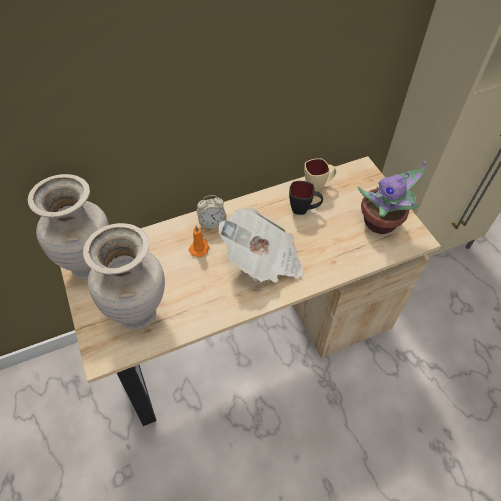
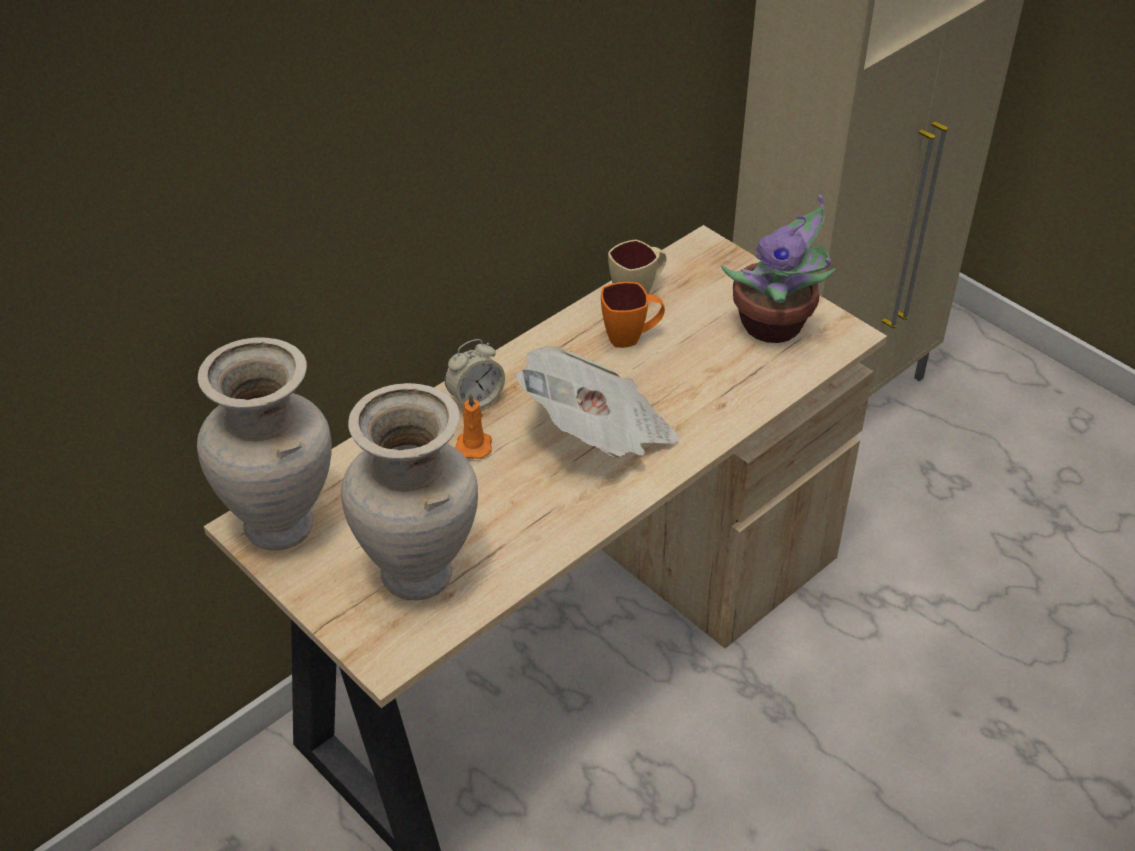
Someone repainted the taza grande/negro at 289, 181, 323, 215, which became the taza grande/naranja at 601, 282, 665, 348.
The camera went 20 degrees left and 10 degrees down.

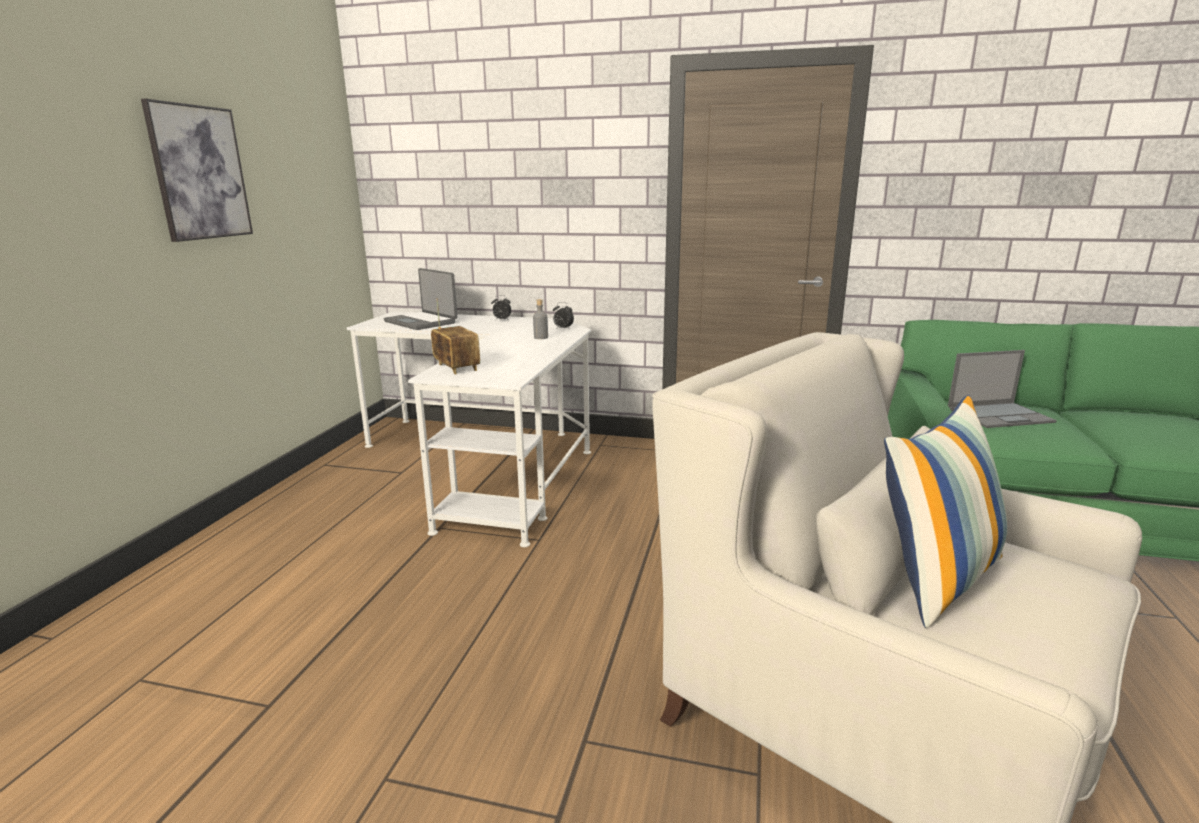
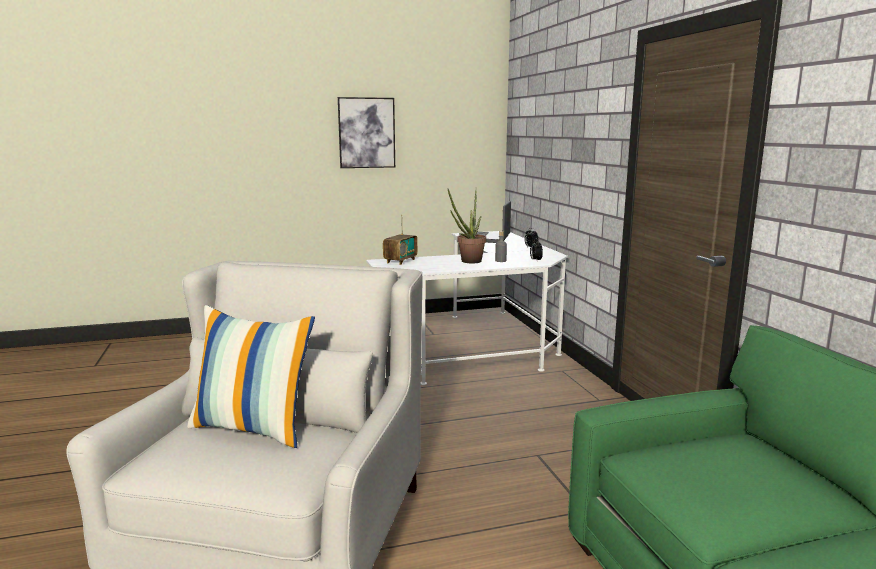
Someone took away the portátil at 948, 350, 1057, 428.
Someone put down the planta en maceta at 448, 189, 486, 263.
The camera went 60 degrees right and 5 degrees down.

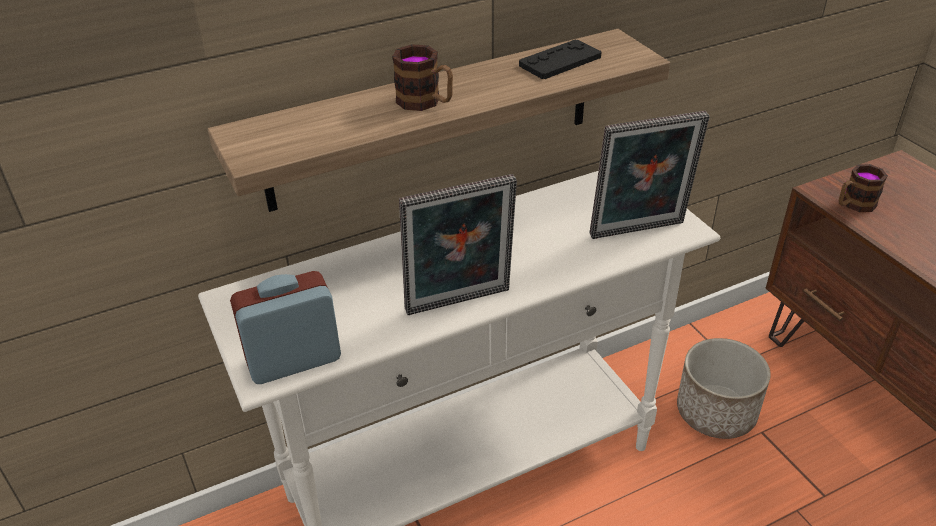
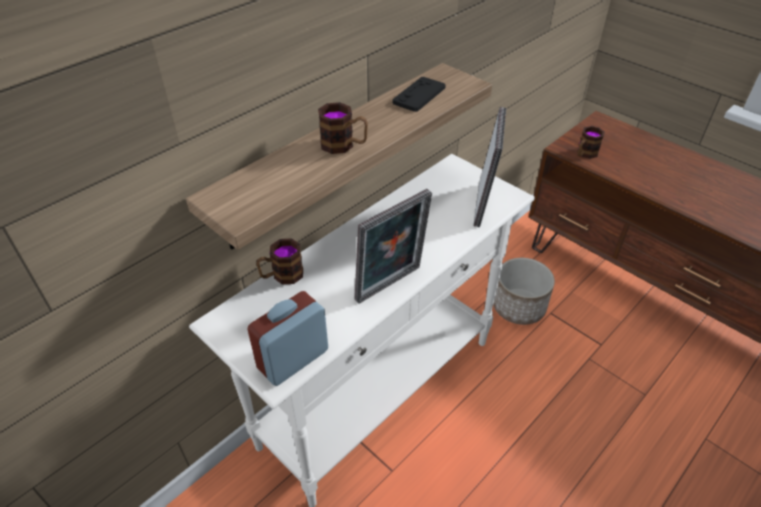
Someone rotated the portarretratos at 590, 111, 710, 239 by 45 degrees counterclockwise.
Someone put down the taza grande at 256, 238, 303, 284.
The camera went 20 degrees left and 5 degrees up.

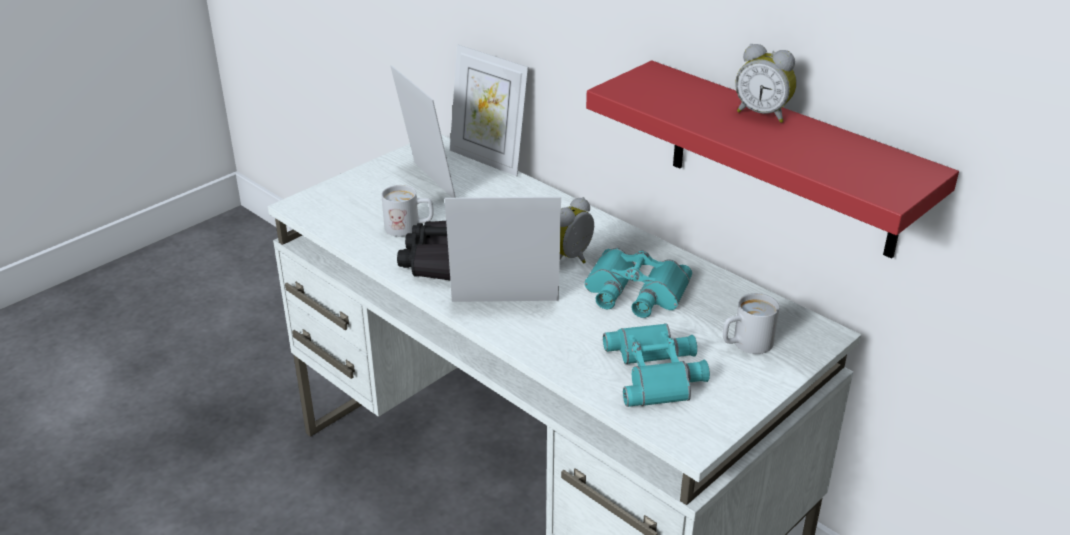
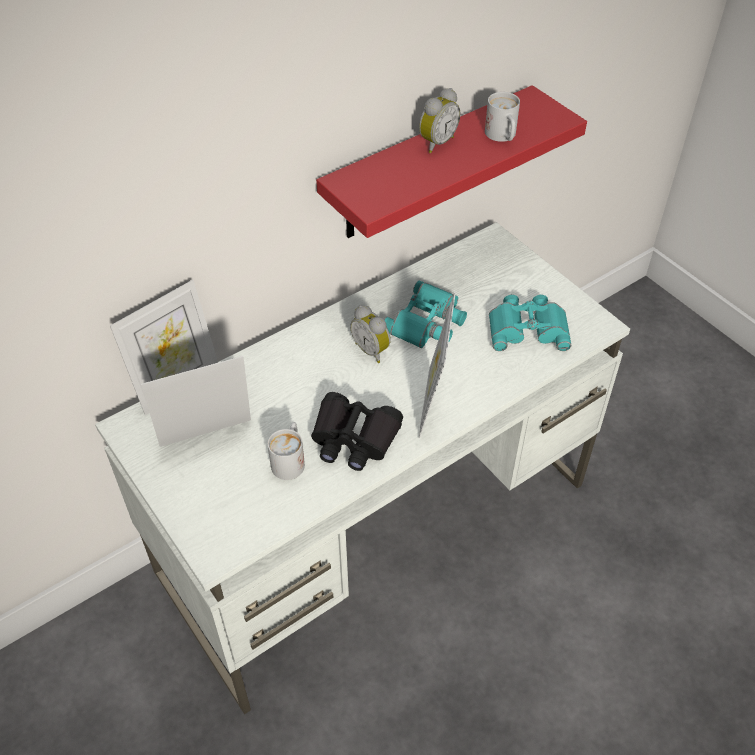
Someone carried the taza grande/blanco from 723, 293, 780, 354 to 485, 92, 520, 142.
The camera went 80 degrees left and 15 degrees up.

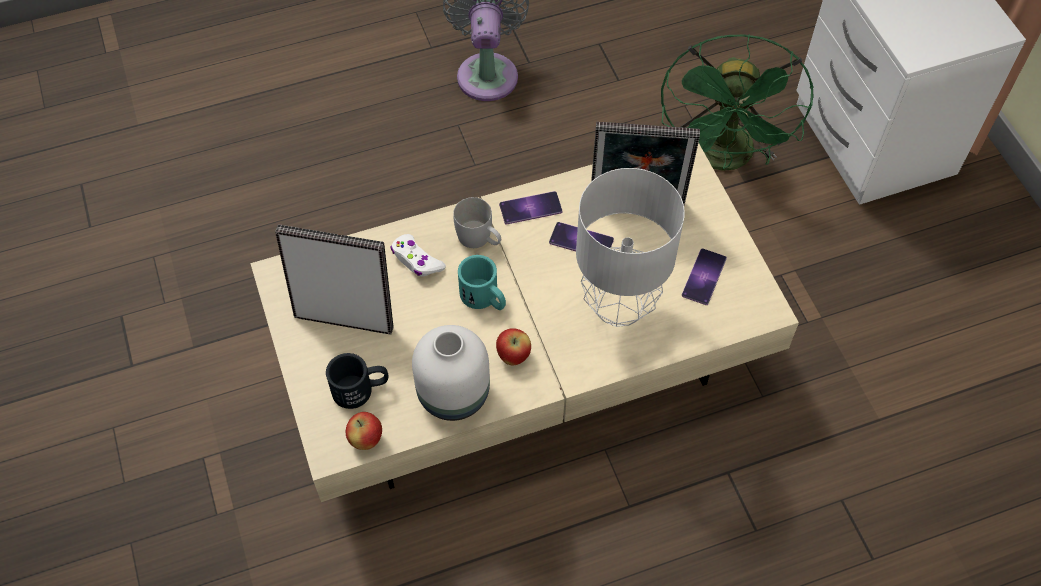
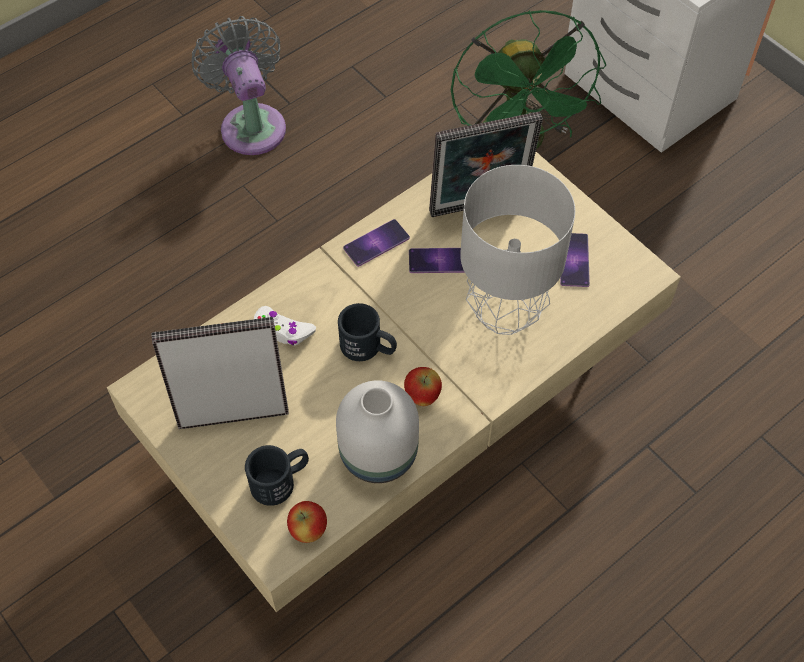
Someone took away the taza grande/blanco at 453, 197, 501, 248.
Someone repainted the taza grande/turquesa at 458, 255, 506, 310, which became the taza grande/negro at 338, 303, 397, 361.
The camera went 20 degrees left and 0 degrees up.

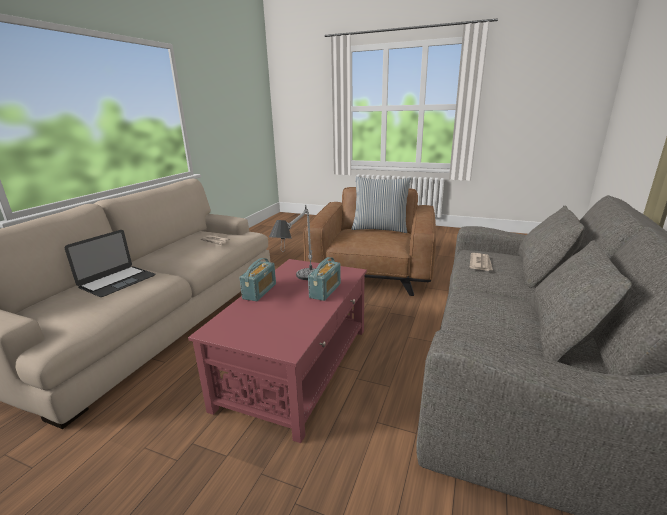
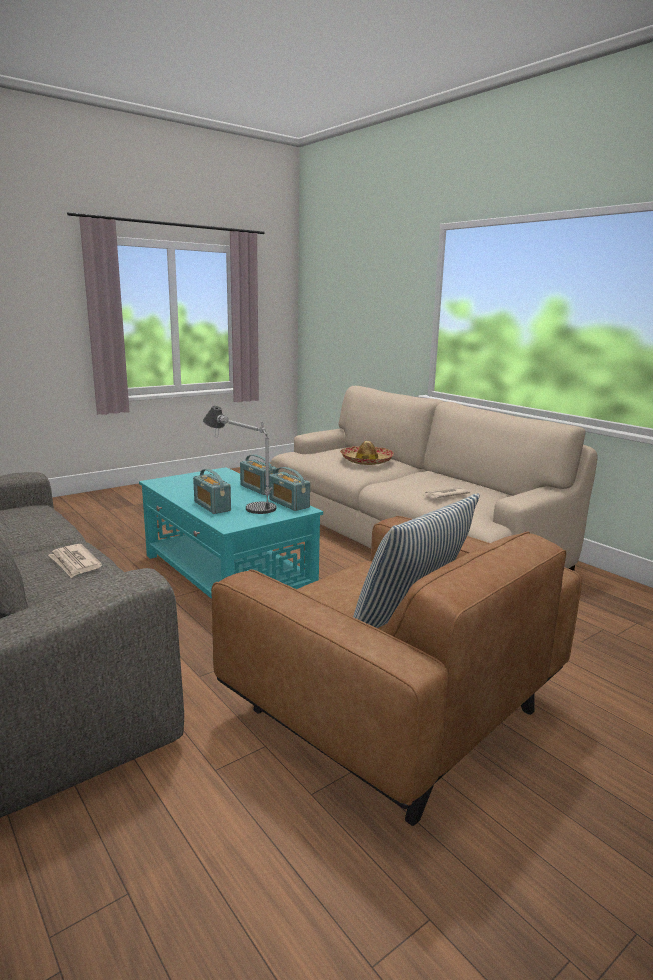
Someone swapped the portátil at 65, 230, 155, 297 for the sombrero at 340, 441, 394, 465.
Someone repainted the mesa de centro/rojo at 188, 259, 367, 443, which became the mesa de centro/turquesa at 139, 467, 323, 599.
Someone put down the radio at 269, 467, 310, 511.
The camera went 120 degrees right and 5 degrees down.

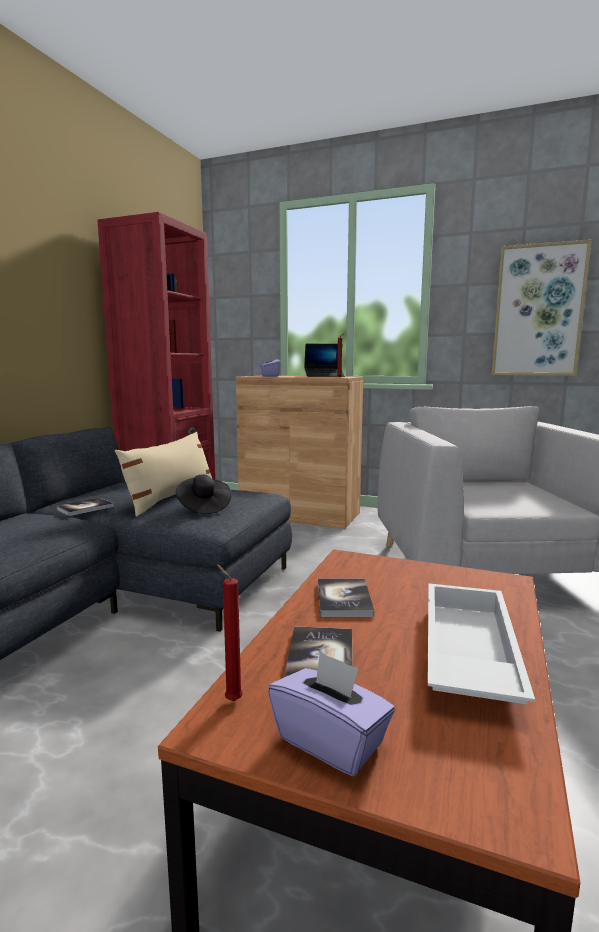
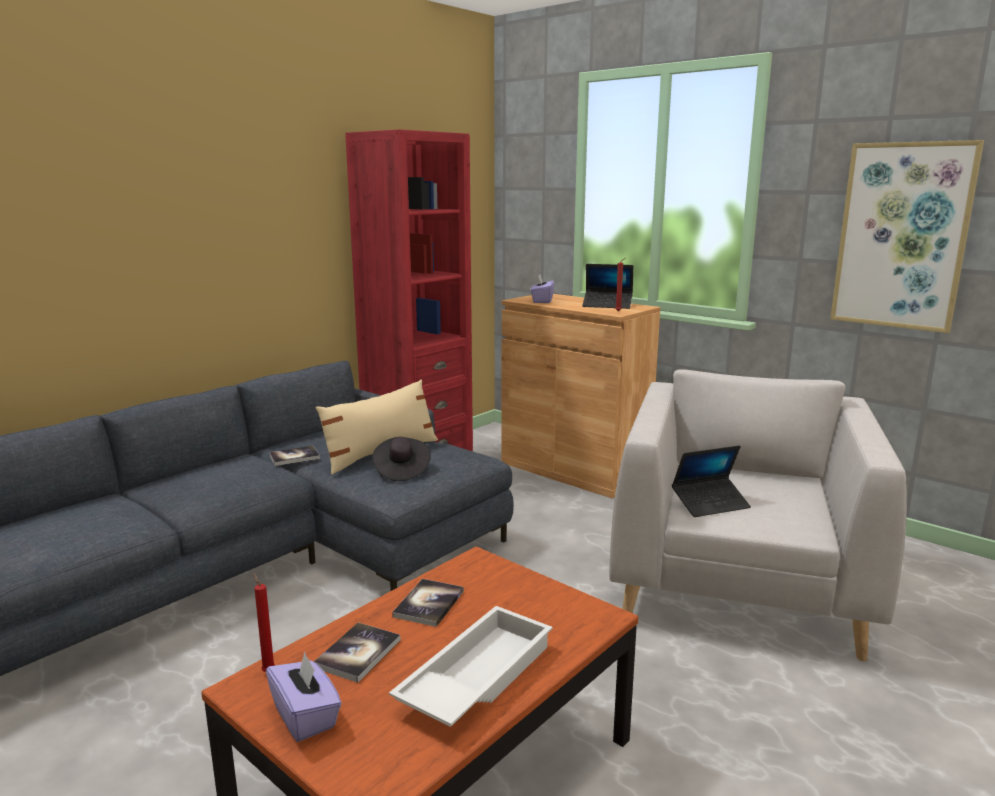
Someone put down the portátil at 672, 445, 751, 517.
The camera went 20 degrees right and 5 degrees up.

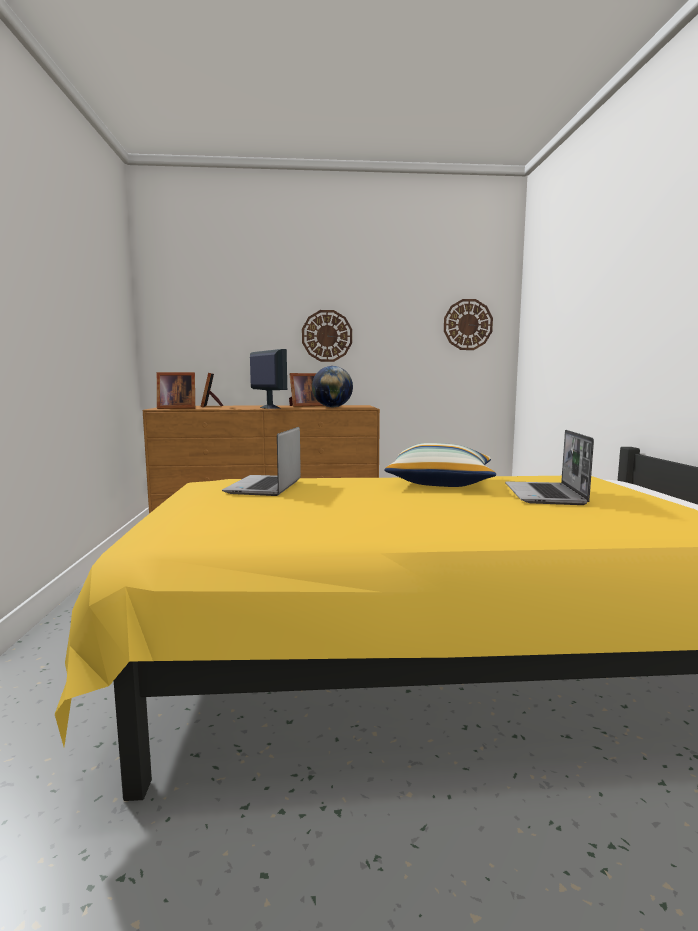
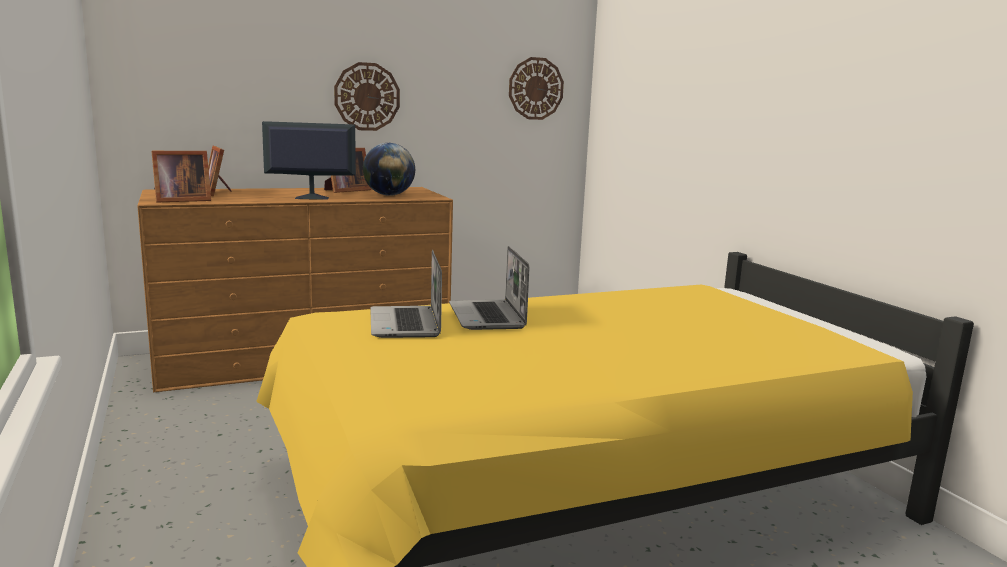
Someone rotated the monitor at 250, 349, 287, 409 by 45 degrees counterclockwise.
Someone carried the portátil from 505, 430, 594, 505 to 449, 246, 529, 330.
Someone took away the cojín at 384, 443, 496, 487.
The camera went 20 degrees left and 5 degrees up.

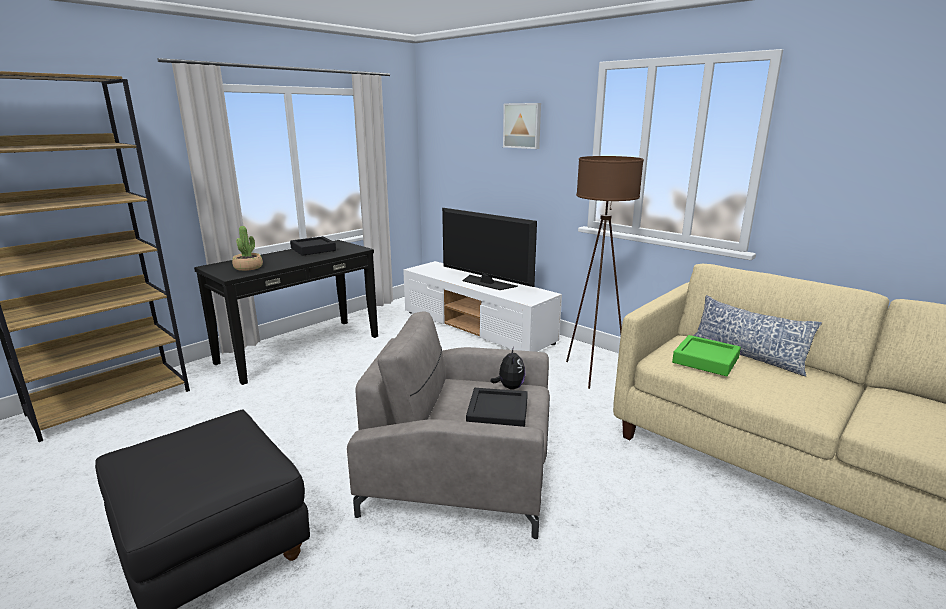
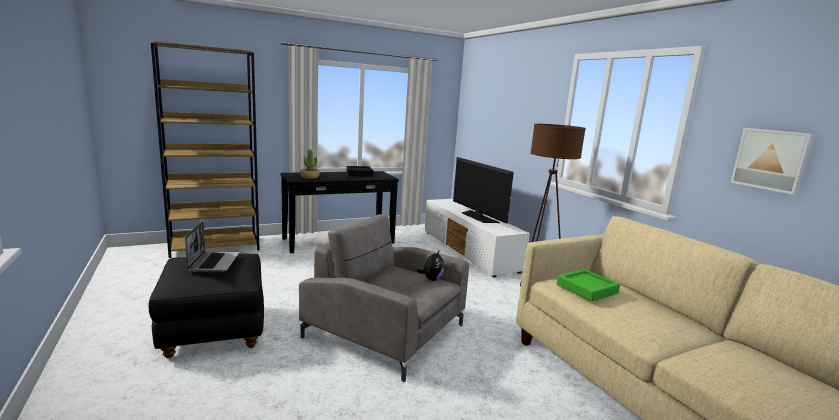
Someone carried the cuadro from 503, 103, 541, 149 to 730, 128, 815, 195.
Someone took away the cojín at 694, 295, 822, 377.
Someone took away the bandeja/negro at 466, 388, 528, 427.
Someone put down the portátil at 185, 221, 239, 272.
The camera went 20 degrees right and 5 degrees down.

